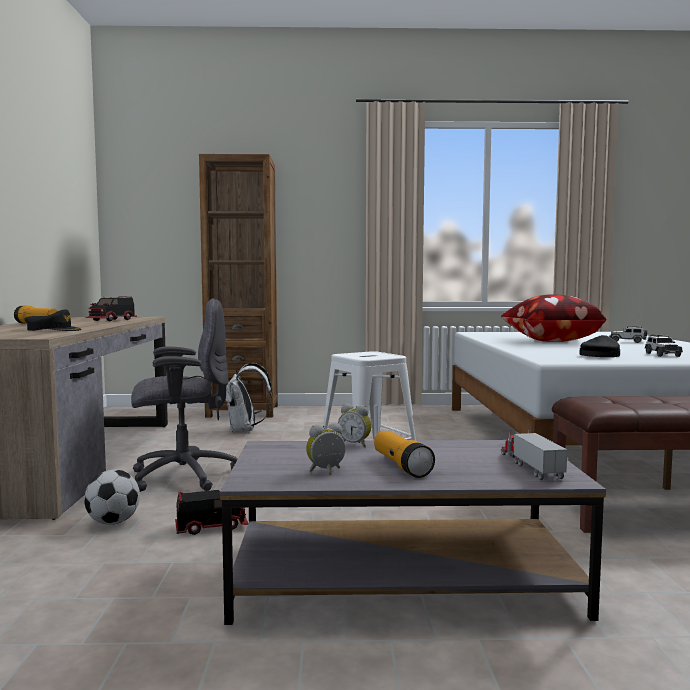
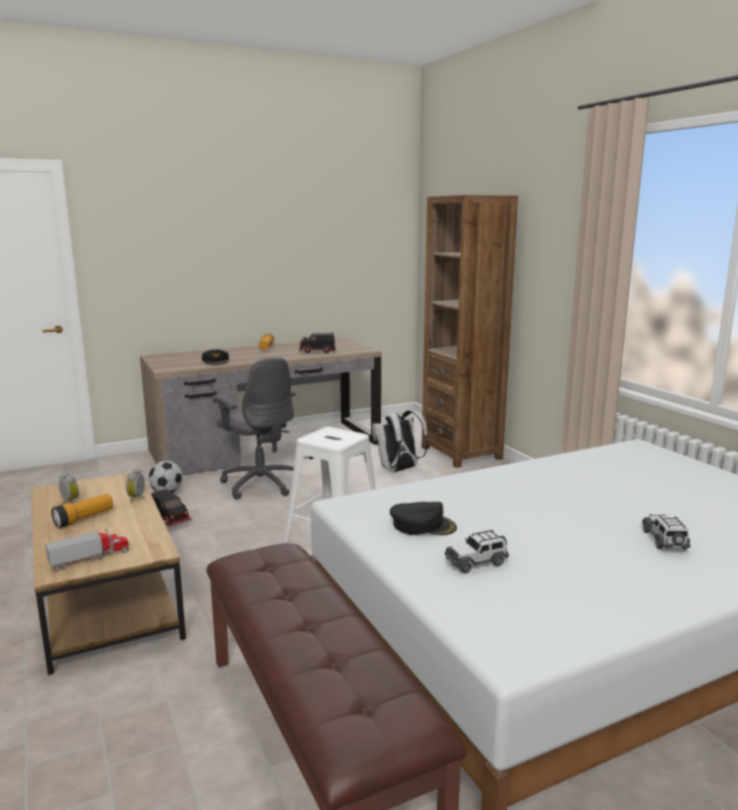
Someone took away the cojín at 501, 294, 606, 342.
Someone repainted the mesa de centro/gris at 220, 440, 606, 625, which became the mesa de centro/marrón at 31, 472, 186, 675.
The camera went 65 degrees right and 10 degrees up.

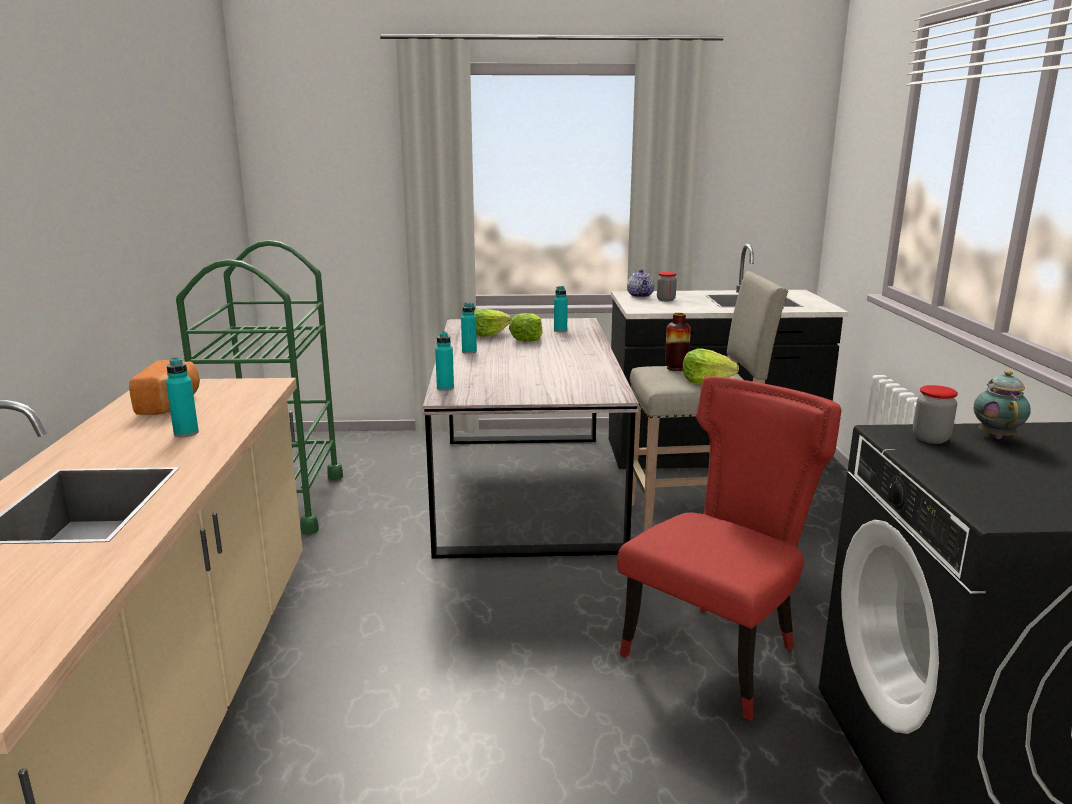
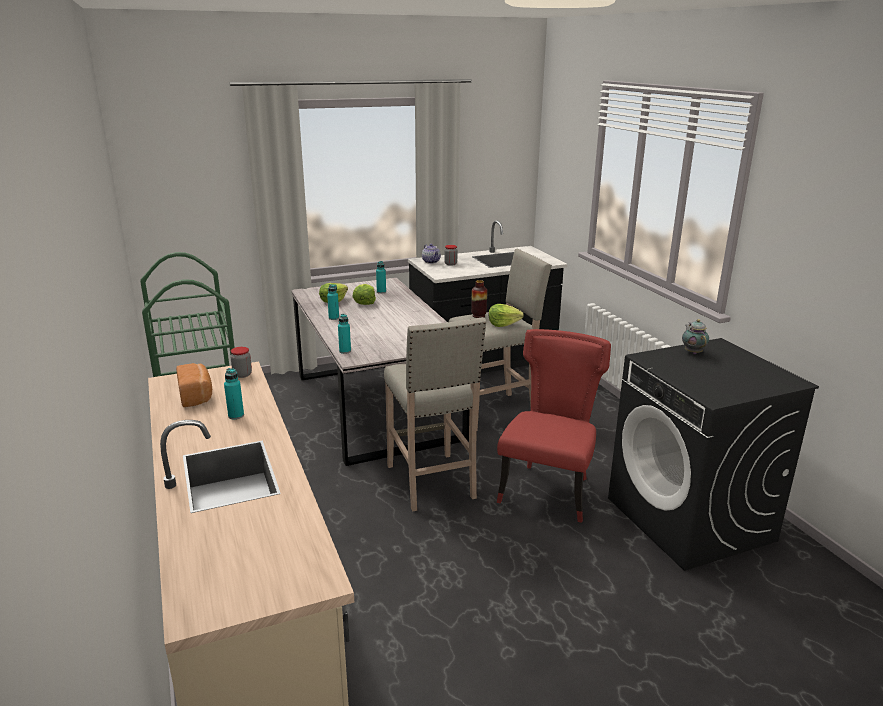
Someone carried the tarro from 913, 385, 958, 444 to 230, 347, 252, 378.
Someone put down the taburete/beis at 384, 317, 486, 511.
The camera went 20 degrees left and 5 degrees up.

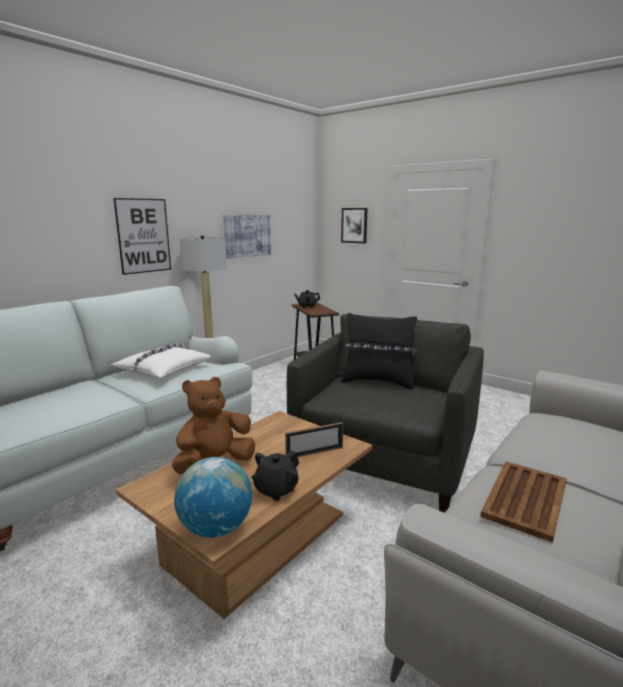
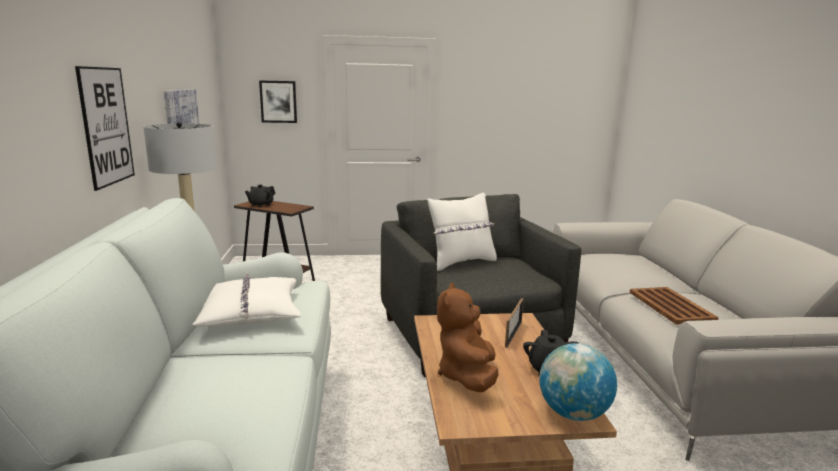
Someone repainted the cojín/negro at 341, 313, 417, 389, which became the cojín/blanco at 428, 193, 497, 271.
The camera went 45 degrees left and 0 degrees up.

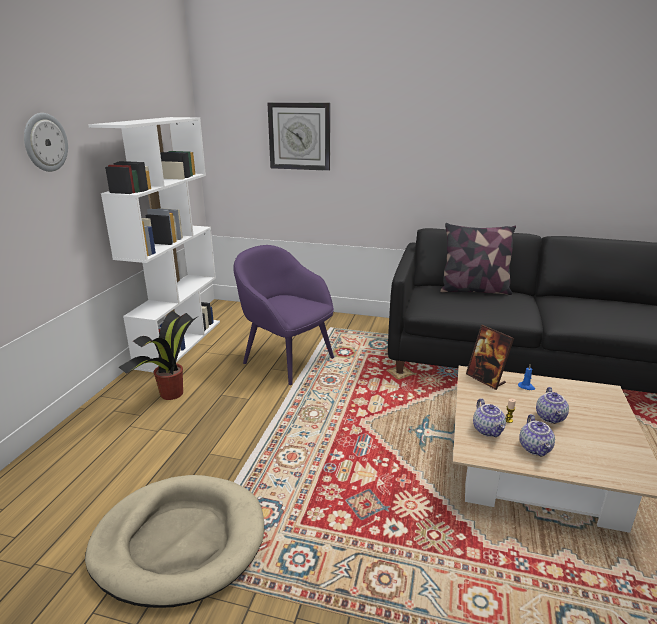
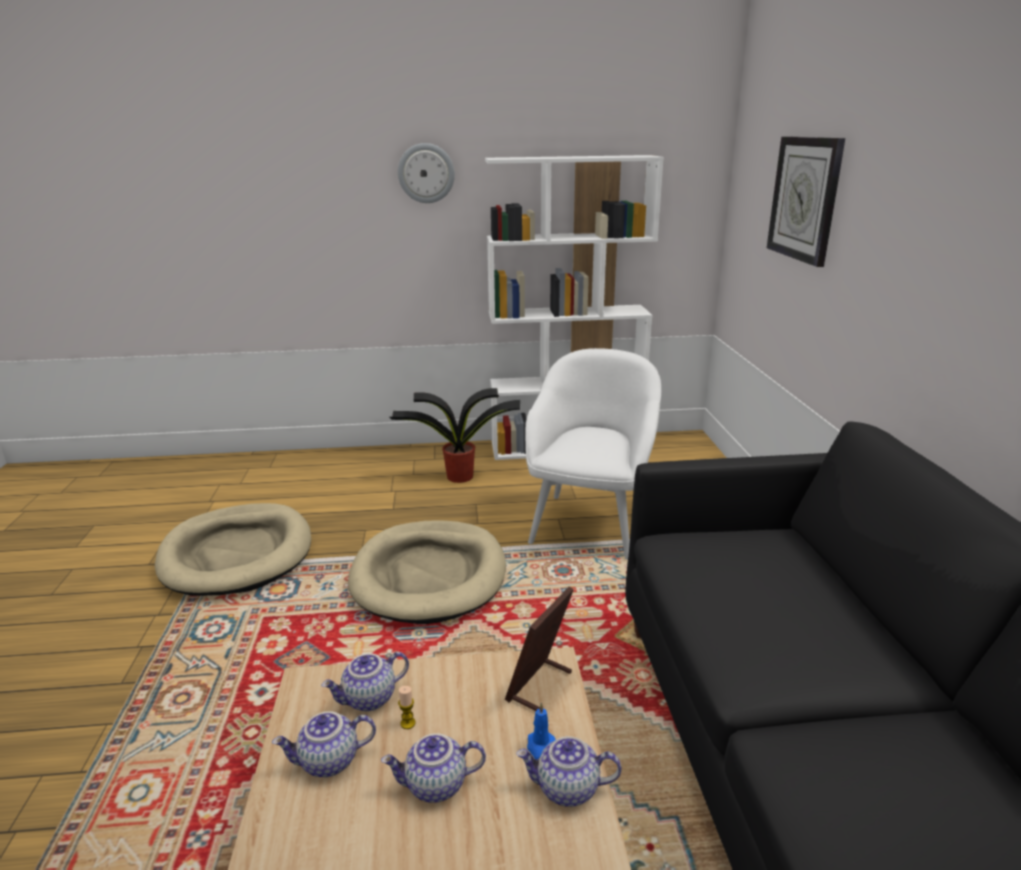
Someone took away the cojín at 440, 223, 516, 295.
Someone repainted the sillón/morado at 233, 245, 334, 385, which became the sillón/blanco at 525, 348, 661, 560.
Someone put down the cama para perro/beis at 348, 520, 506, 624.
Someone put down the tetera at 516, 736, 621, 807.
The camera went 70 degrees right and 0 degrees up.

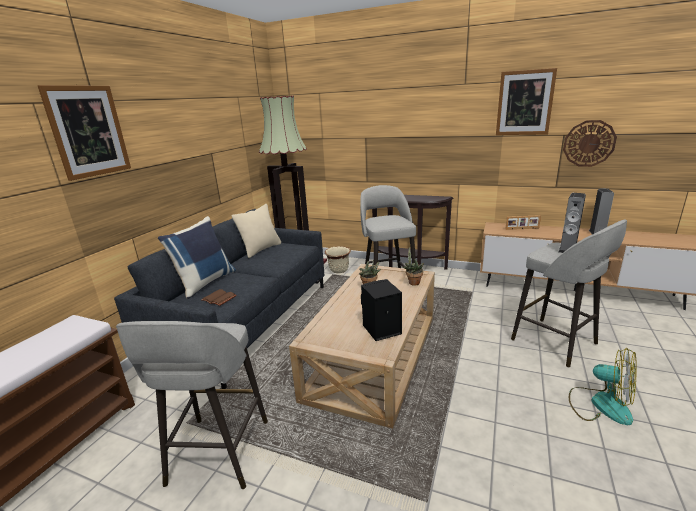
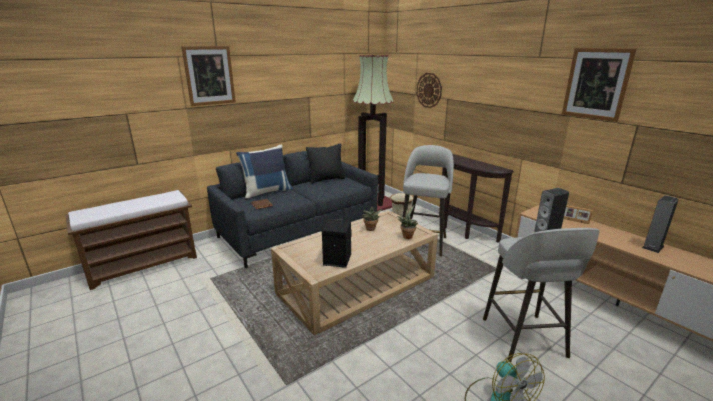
Someone carried the reloj de pared from 563, 120, 617, 167 to 416, 73, 442, 108.
Someone repainted the cojín/beis at 232, 204, 281, 258, which became the cojín/negro at 306, 143, 346, 183.
Someone took away the taburete/gris at 116, 321, 268, 489.
The camera went 30 degrees right and 0 degrees up.

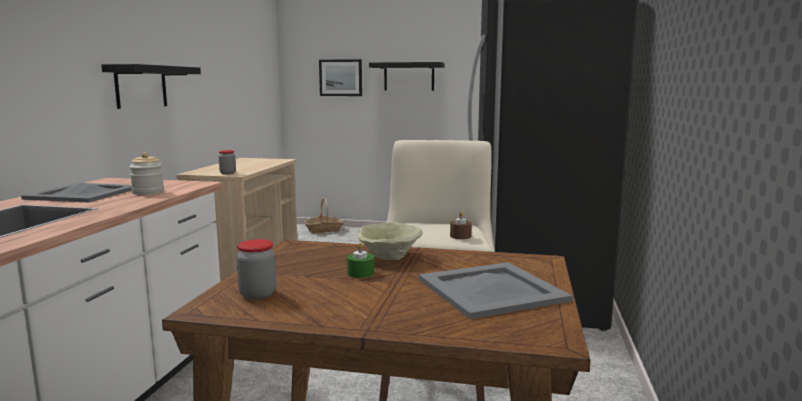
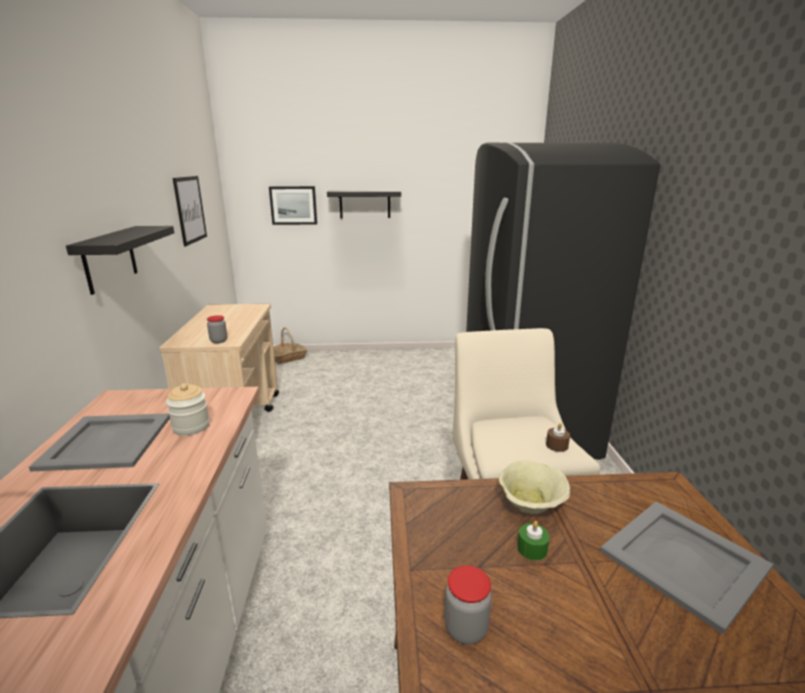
Someone put up the cuadro at 173, 176, 207, 246.
The camera went 15 degrees left and 10 degrees up.

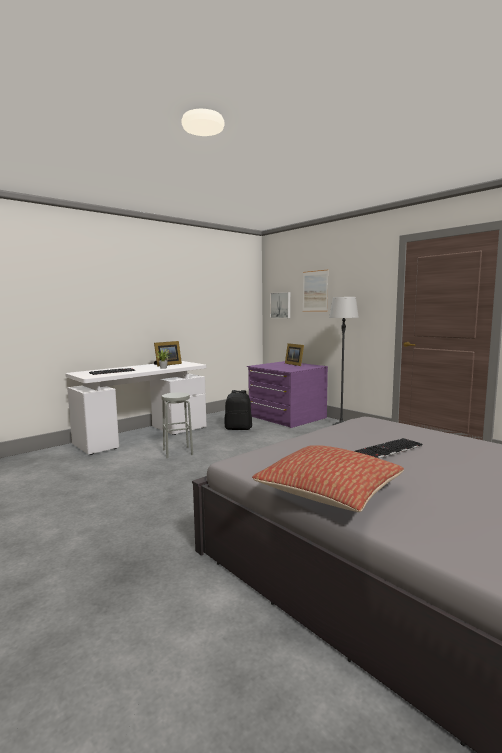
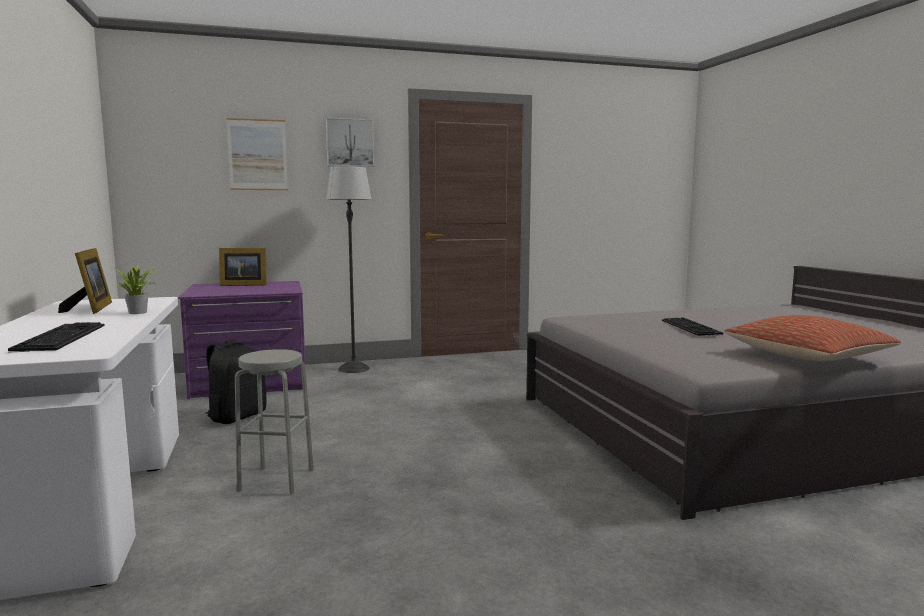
Someone carried the cuadro from 270, 292, 290, 318 to 326, 118, 374, 167.
The camera went 65 degrees left and 0 degrees up.

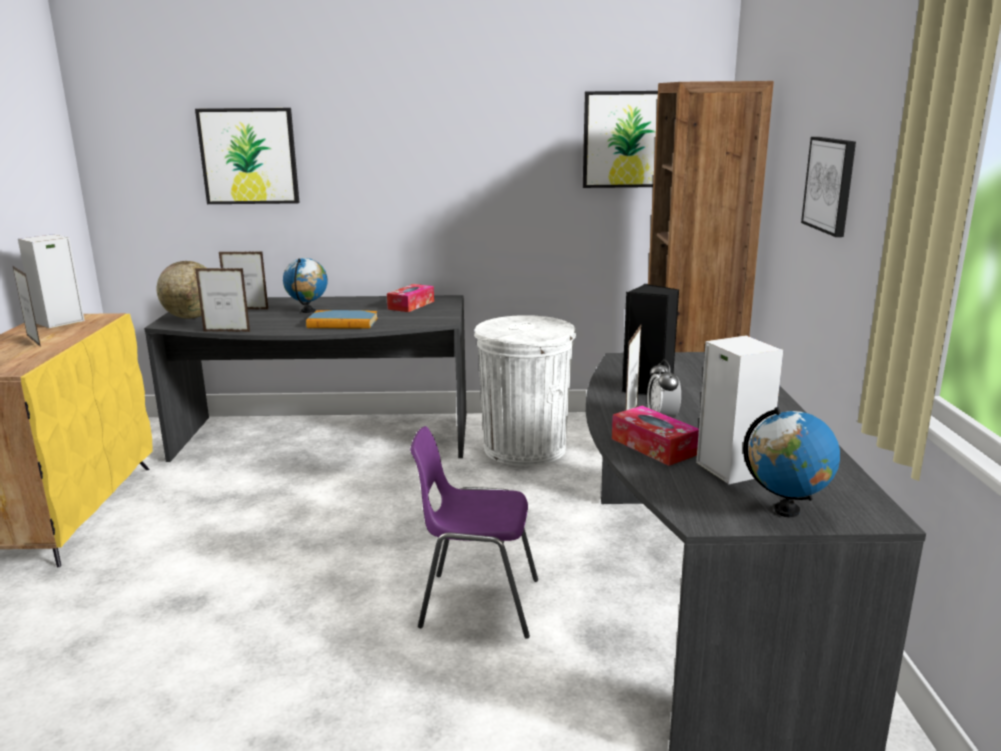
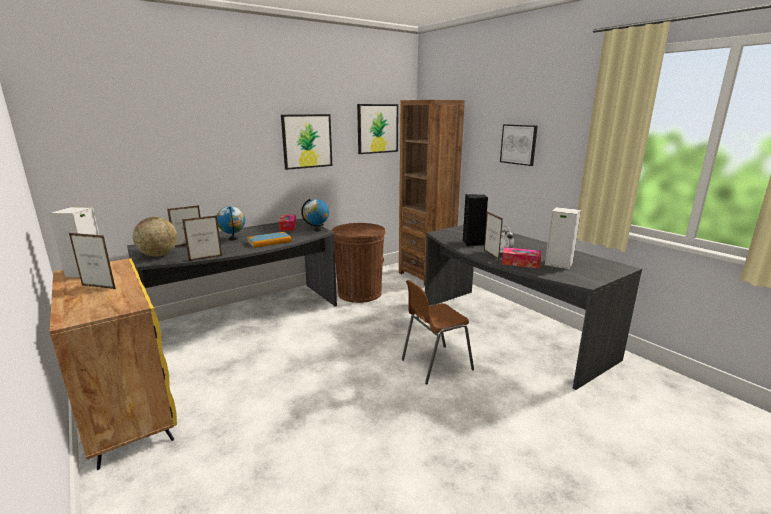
Someone carried the cuadro from 195, 108, 300, 204 to 281, 114, 332, 170.
Someone repainted the papelera/blanco at 474, 315, 576, 466, which became the papelera/marrón at 332, 223, 386, 303.
Someone carried the globo terráqueo from 743, 407, 840, 517 to 301, 199, 329, 232.
Someone repainted the silla/morado at 410, 426, 538, 639, which became the silla/marrón at 402, 280, 474, 384.
The camera went 35 degrees left and 0 degrees up.

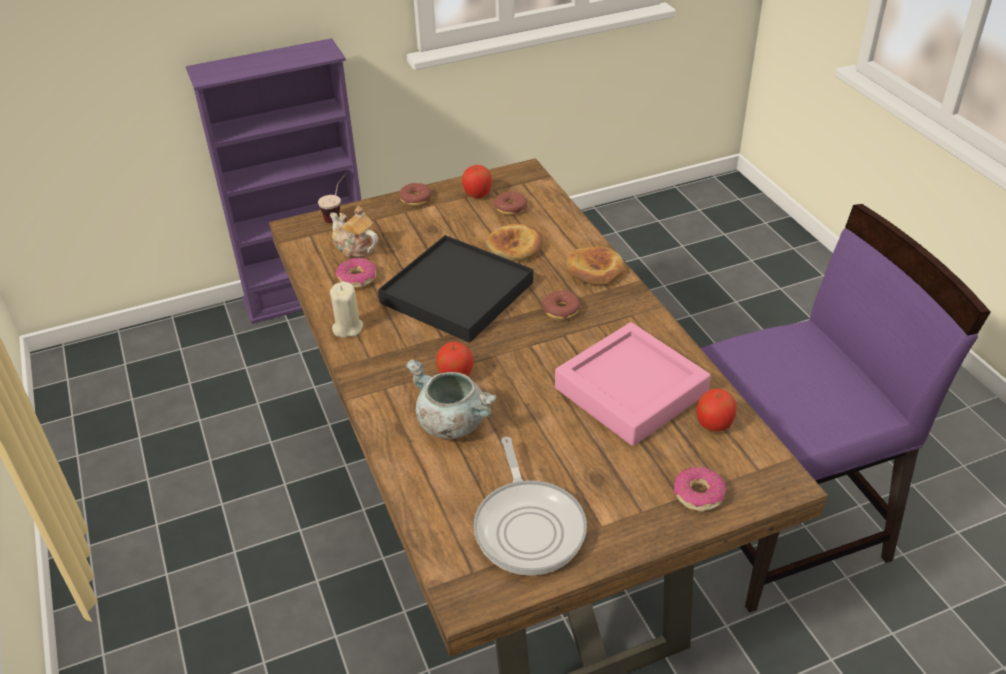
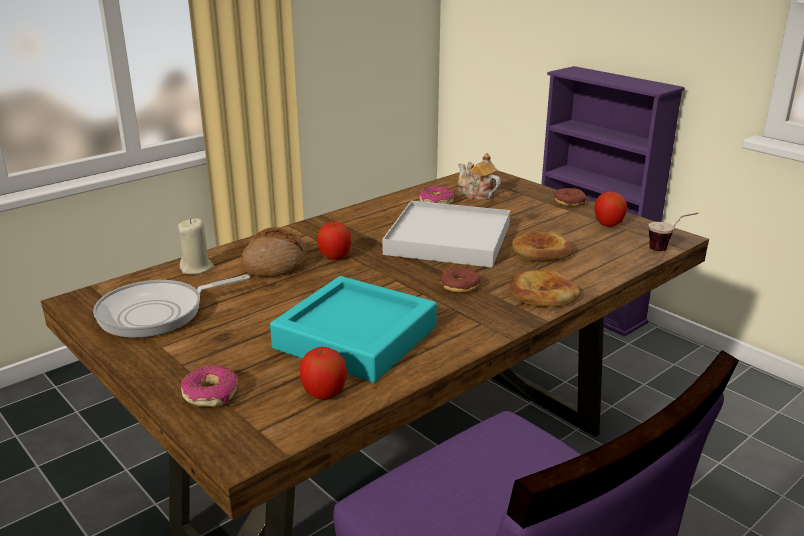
Someone carried the taza from 318, 174, 346, 223 to 649, 213, 698, 251.
Someone took away the rosquilla at 494, 191, 527, 215.
Someone rotated the tetera at 330, 206, 378, 257 by 60 degrees counterclockwise.
Someone repainted the bandeja/negro at 378, 235, 533, 343, which became the bandeja/blanco at 382, 201, 510, 268.
Someone carried the vela/beis from 330, 282, 363, 338 to 178, 218, 214, 274.
Someone repainted the bandeja/rosa at 555, 322, 711, 446, which became the bandeja/turquesa at 270, 276, 437, 383.
Someone swapped the olla/gris at 405, 359, 497, 439 for the pan at 241, 227, 307, 277.
The camera went 70 degrees right and 15 degrees down.

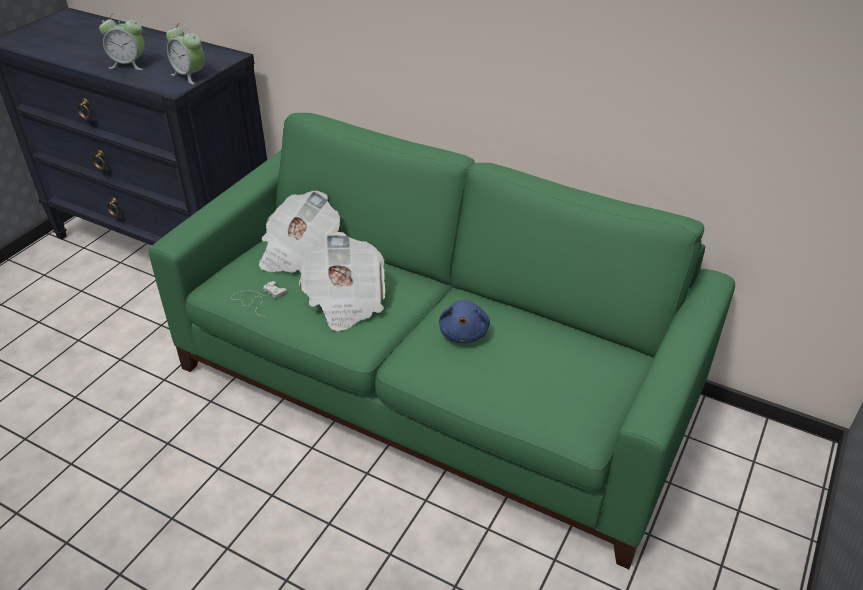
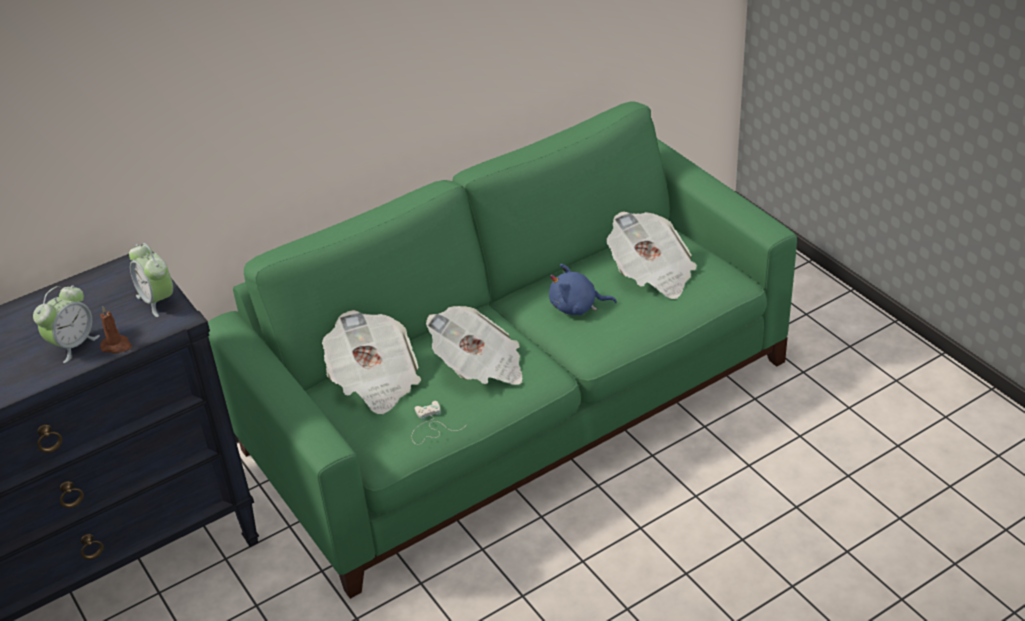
Someone rotated the despertador at 166, 23, 205, 84 by 75 degrees clockwise.
Someone rotated the peluche/azul at 439, 300, 490, 343 by 150 degrees clockwise.
Someone put down the periódico at 607, 211, 697, 299.
Someone put down the vela/marrón at 100, 306, 132, 354.
The camera went 60 degrees left and 0 degrees up.

